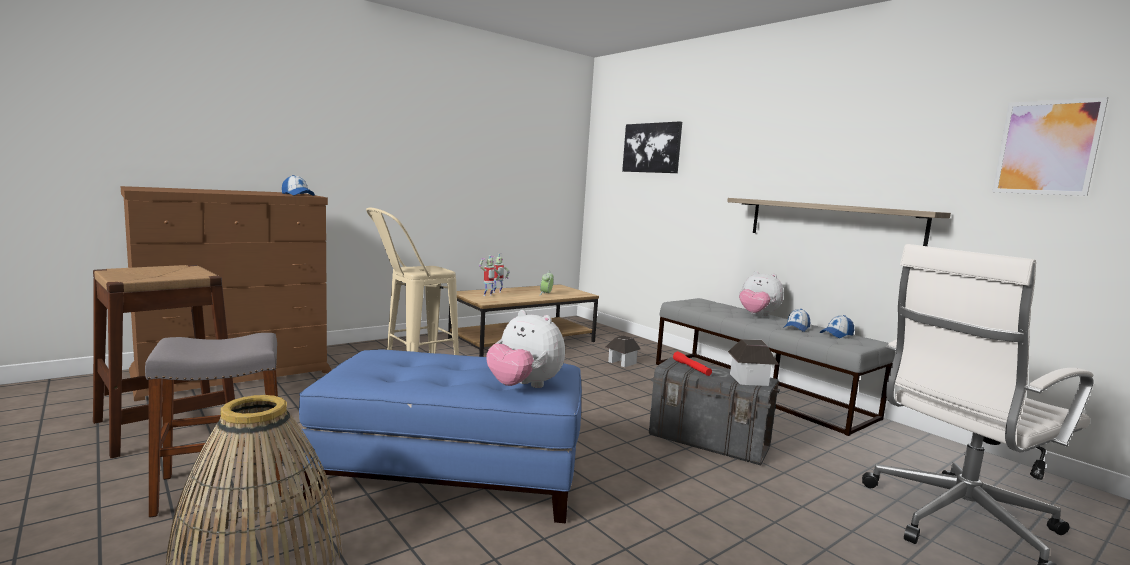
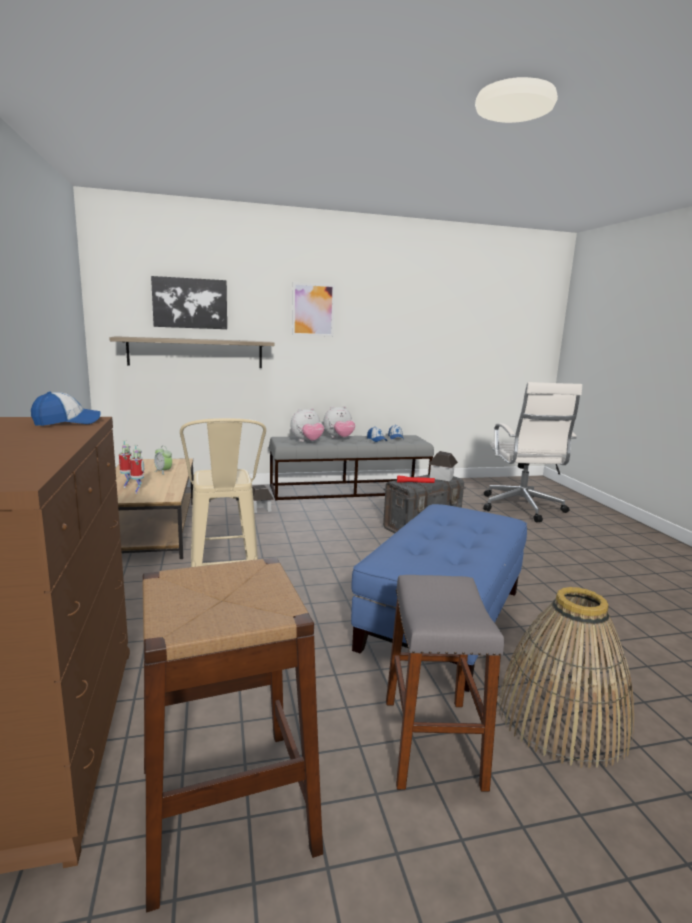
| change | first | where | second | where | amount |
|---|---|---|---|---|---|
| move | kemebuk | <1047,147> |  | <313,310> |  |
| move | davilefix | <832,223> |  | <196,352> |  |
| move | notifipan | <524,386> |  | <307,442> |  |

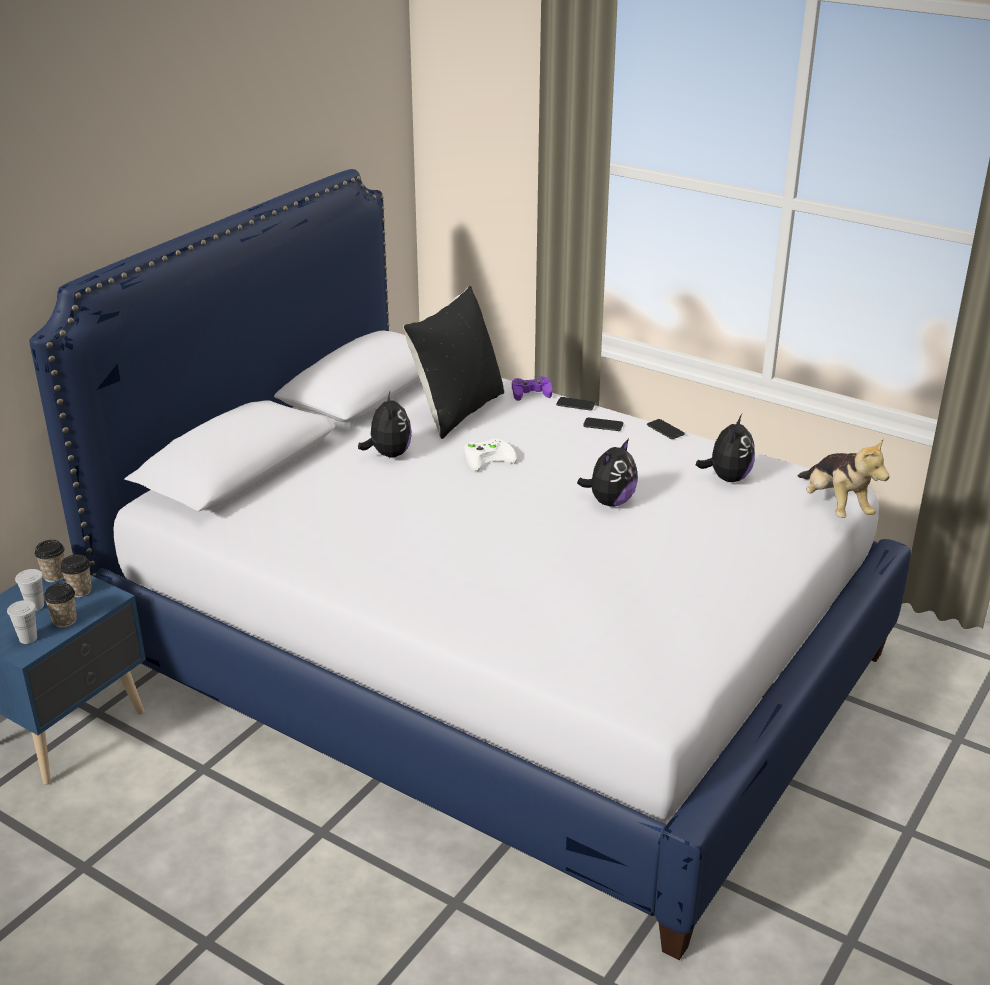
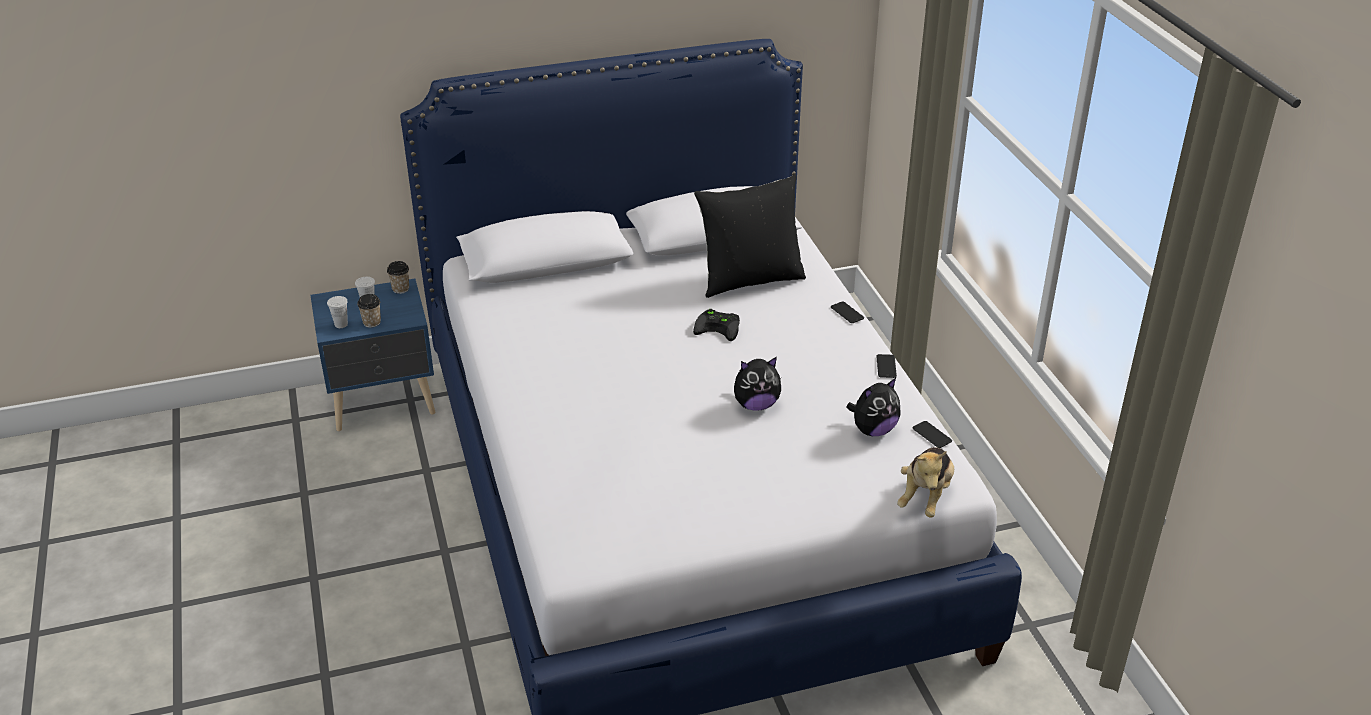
| change | first | where | second | where | amount |
|---|---|---|---|---|---|
| delete | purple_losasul | <531,393> |  |  |  |
| delete | notifipan | <388,454> |  |  |  |
| move | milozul | <603,425> |  | <932,435> |  |
| recolor | white_losasul | <489,457> | black_losasul | <719,327> |  |
| delete | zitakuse | <80,591> |  |  |  |

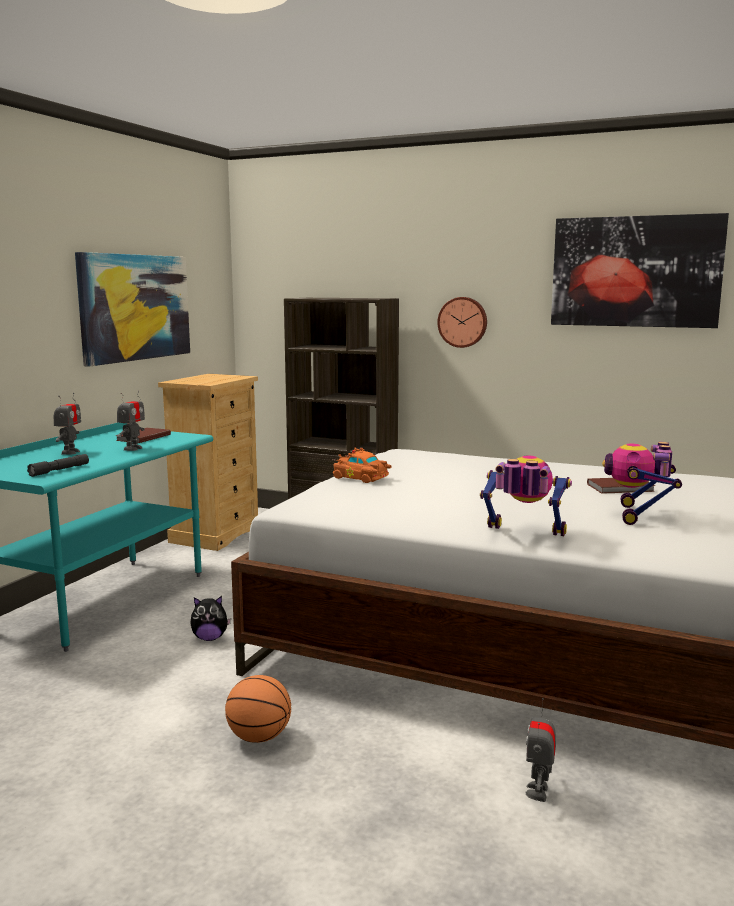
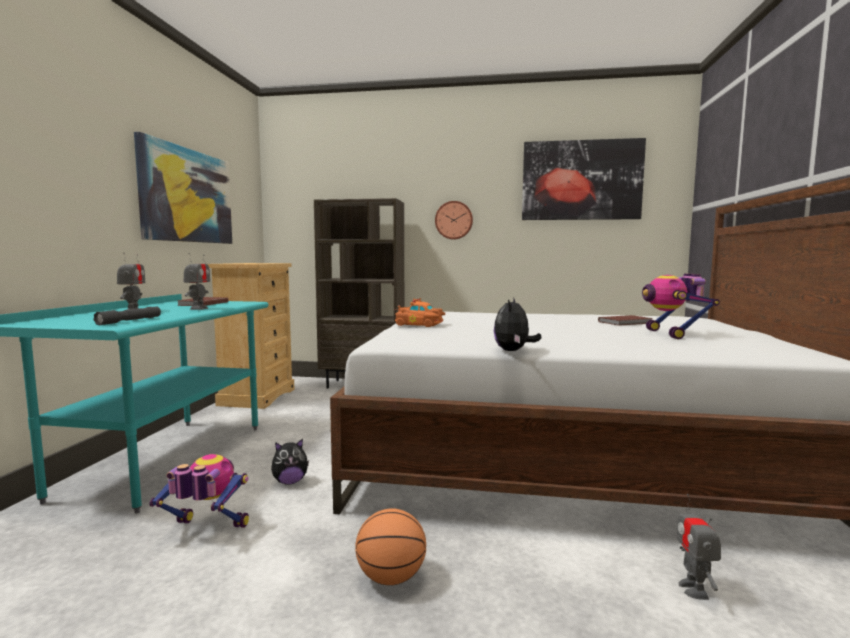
| change | first | where | second | where | amount |
|---|---|---|---|---|---|
| move | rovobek | <523,534> |  | <207,529> |  |
| insert |  |  | notifipan | <513,351> |  |

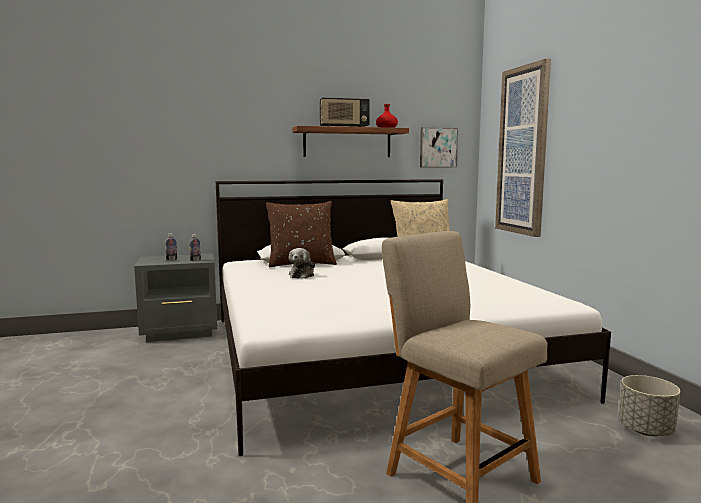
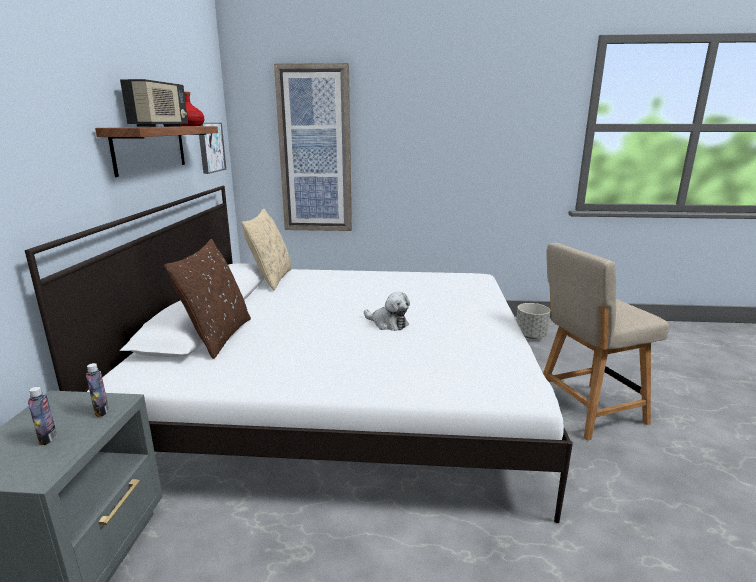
| change | first | where | second | where | amount |
|---|---|---|---|---|---|
| move | notifipan | <302,275> |  | <388,324> |  |

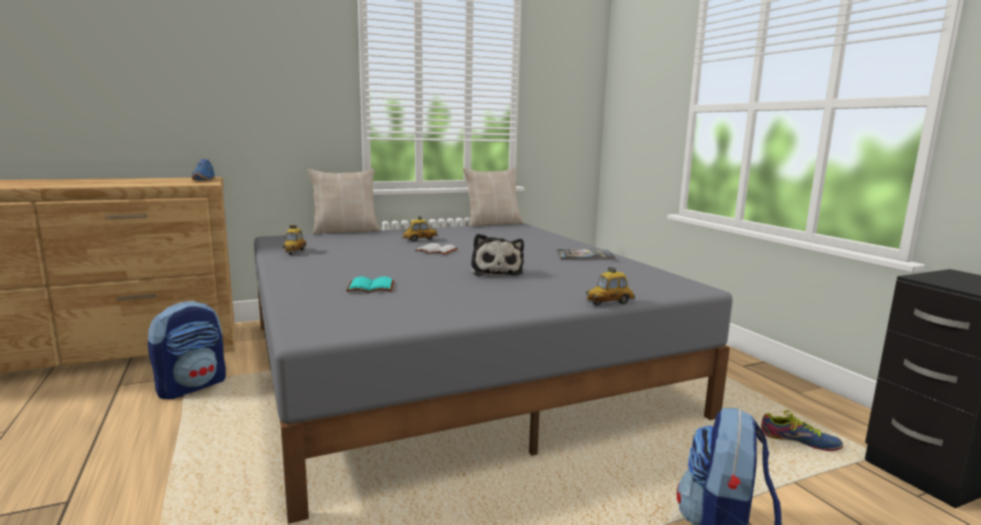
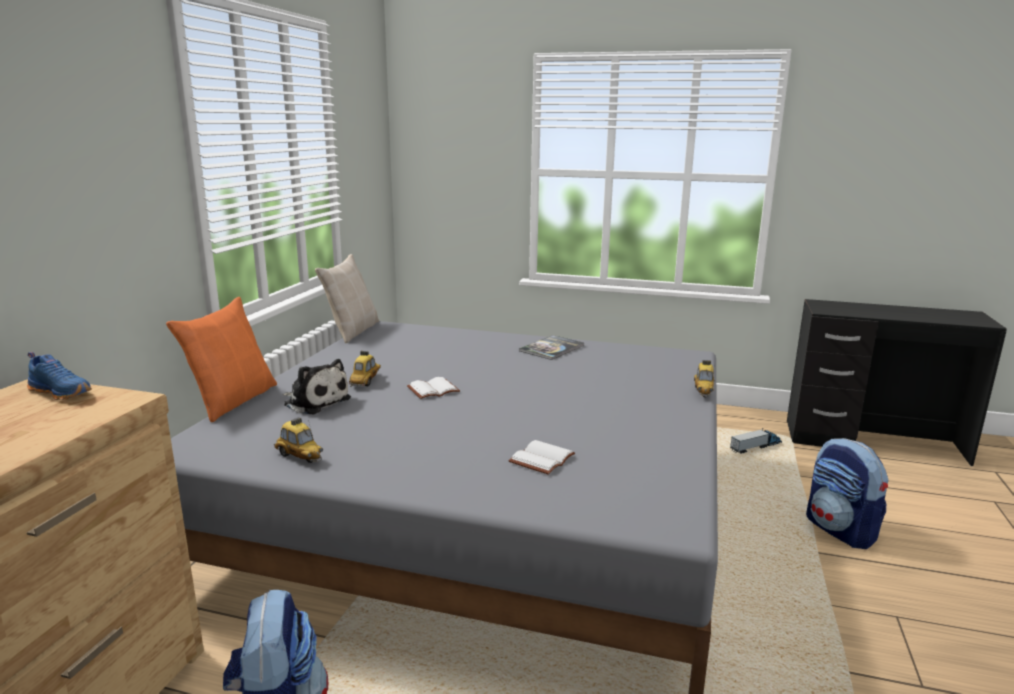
| change | first | where | second | where | amount |
|---|---|---|---|---|---|
| recolor | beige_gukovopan | <345,231> | orange_gukovopan | <232,401> |  |
| move | notifipan | <496,271> |  | <315,401> |  |
| recolor | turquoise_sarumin | <372,287> | white_sarumin | <541,458> |  |
| replace | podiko | <799,441> | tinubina | <756,447> |  |

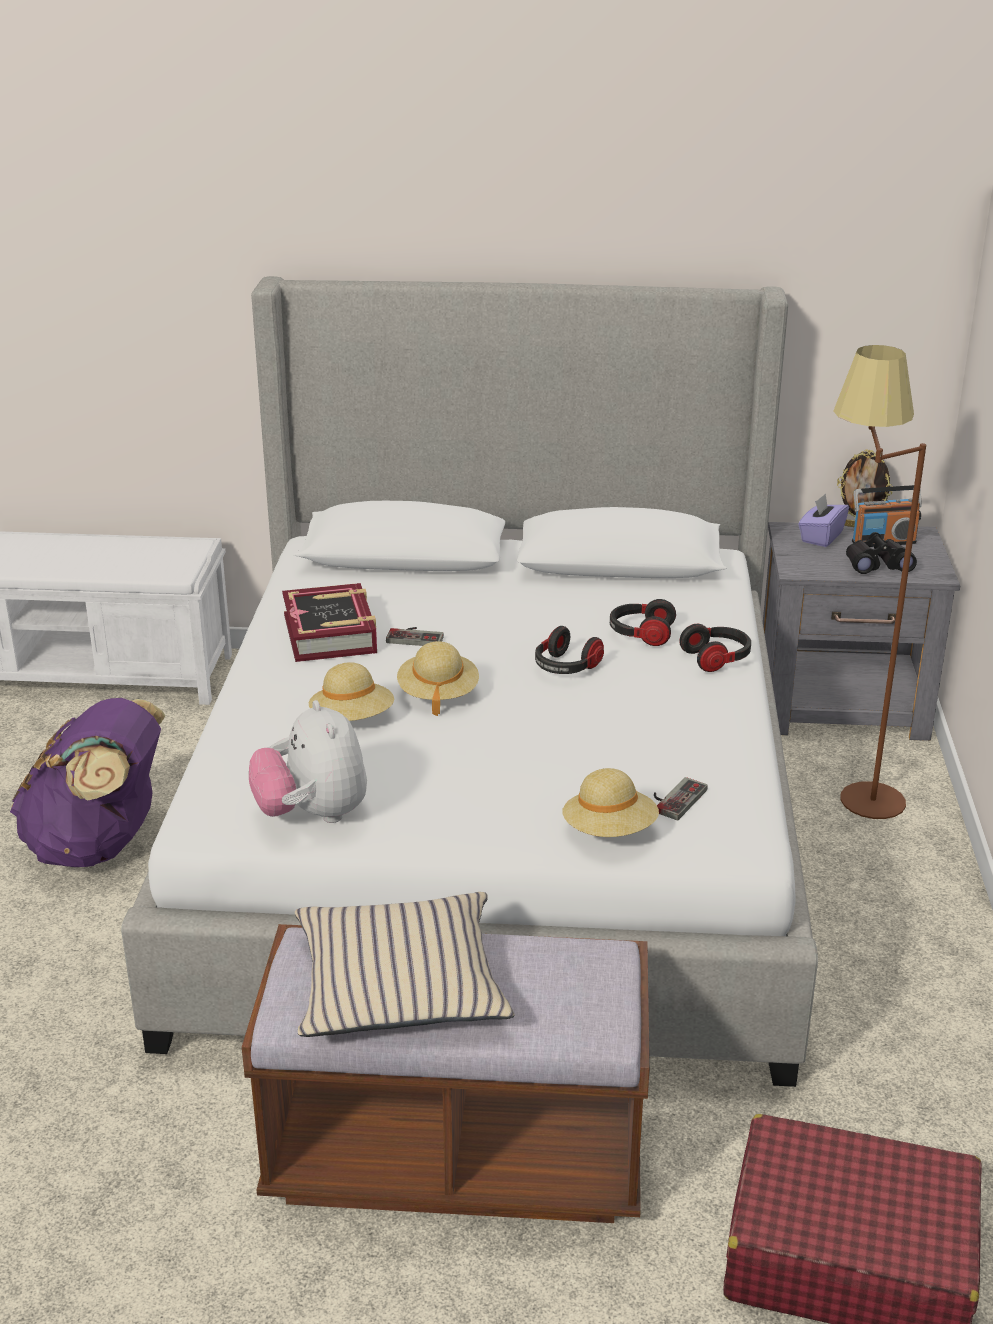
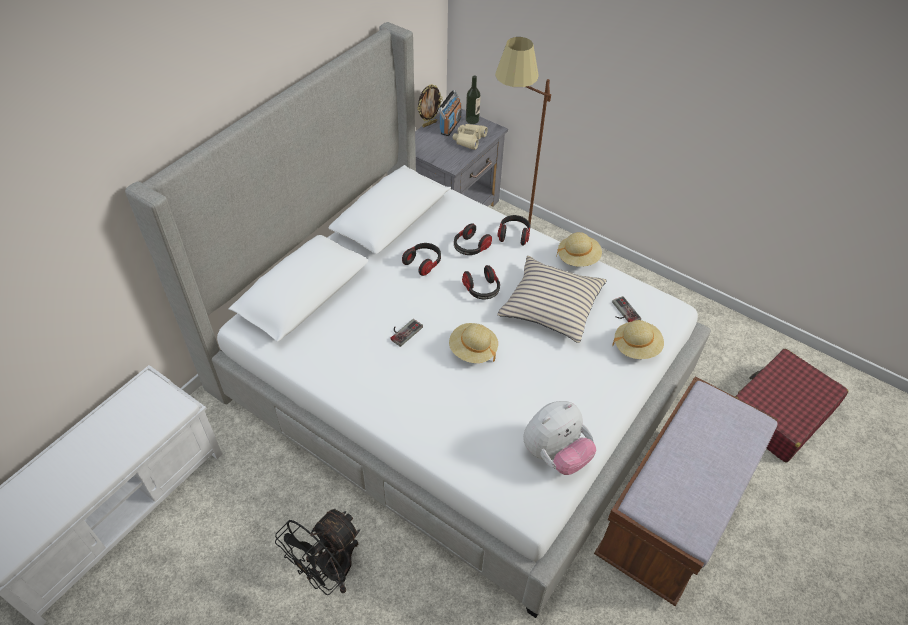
| change | first | where | second | where | amount |
|---|---|---|---|---|---|
| delete | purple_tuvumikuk | <821,537> |  |  |  |
| recolor | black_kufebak | <877,564> | beige_kufebak | <469,140> |  |
| delete | sarumin | <331,633> |  |  |  |
| move | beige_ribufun | <352,719> |  | <578,258> |  |
| replace | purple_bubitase | <100,845> | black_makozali | <328,572> |  |
| rotate | notifipan | <313,814> |  | <555,454> | 45 degrees counterclockwise |
| move | beige_gukovopan | <399,984> |  | <550,305> |  |
| insert |  |  | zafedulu | <472,120> |  |
| insert |  |  | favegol | <423,263> |  |

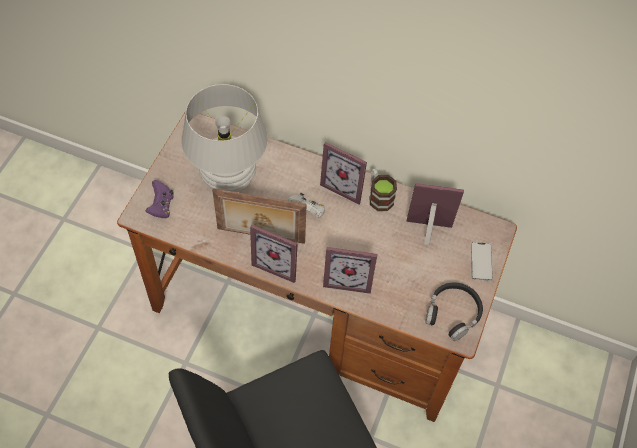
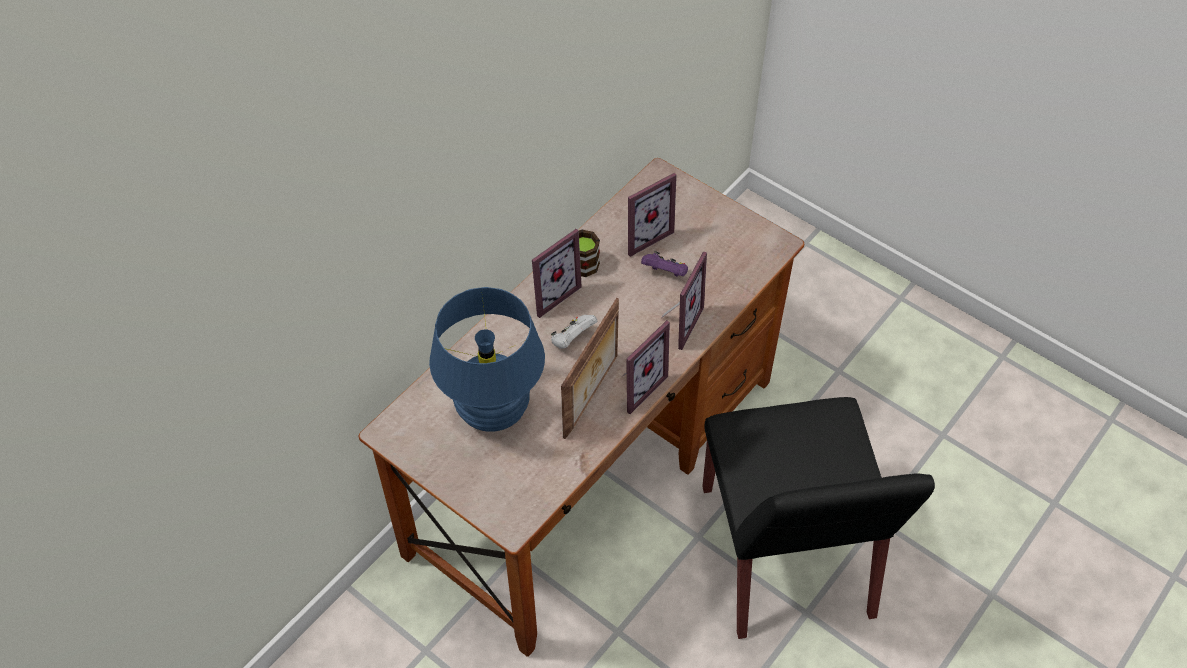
| change | first | where | second | where | amount |
|---|---|---|---|---|---|
| recolor | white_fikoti | <228,179> | blue_fikoti | <493,411> |  |
| move | purple_losasul | <161,206> |  | <665,273> |  |
| rotate | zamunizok | <428,233> |  | <642,234> | 150 degrees counterclockwise |
| delete | milozul | <481,262> |  |  |  |
| delete | black_favegol | <453,313> |  |  |  |

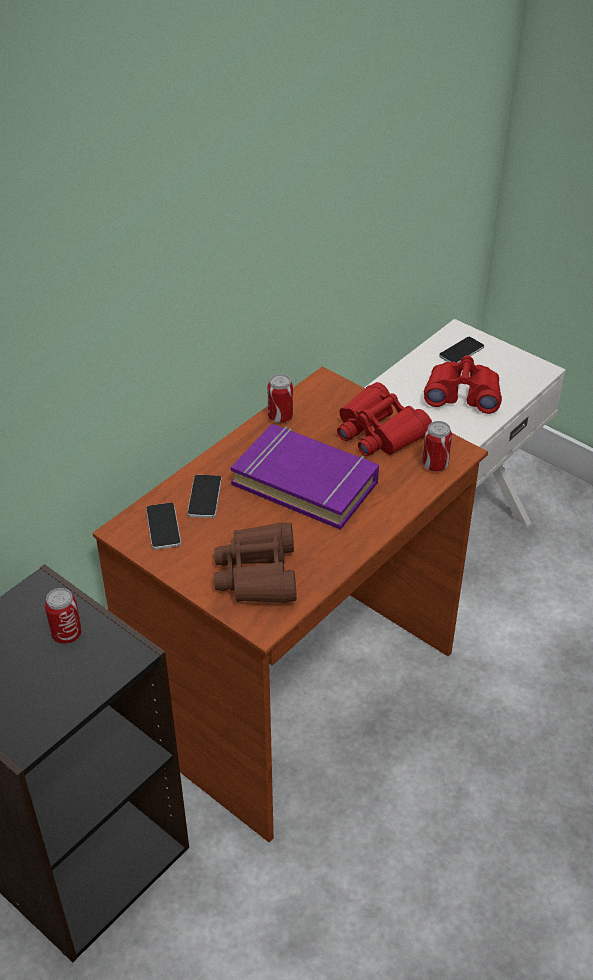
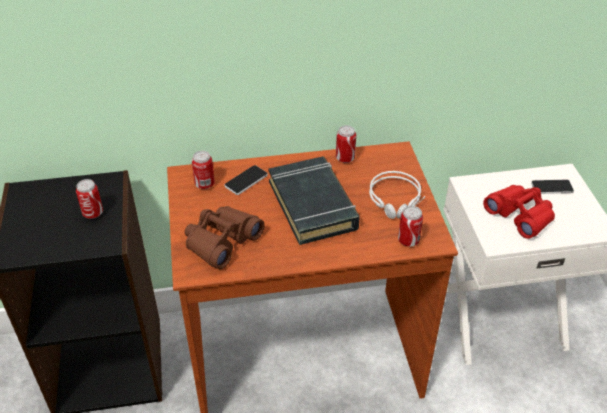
| change | first | where | second | where | amount |
|---|---|---|---|---|---|
| replace | red_kufebak | <379,432> | grey_favegol | <396,200> |  |
| recolor | purple_sarumin | <305,482> | black_sarumin | <313,205> |  |
| replace | milozul | <163,526> | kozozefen | <204,184> |  |

